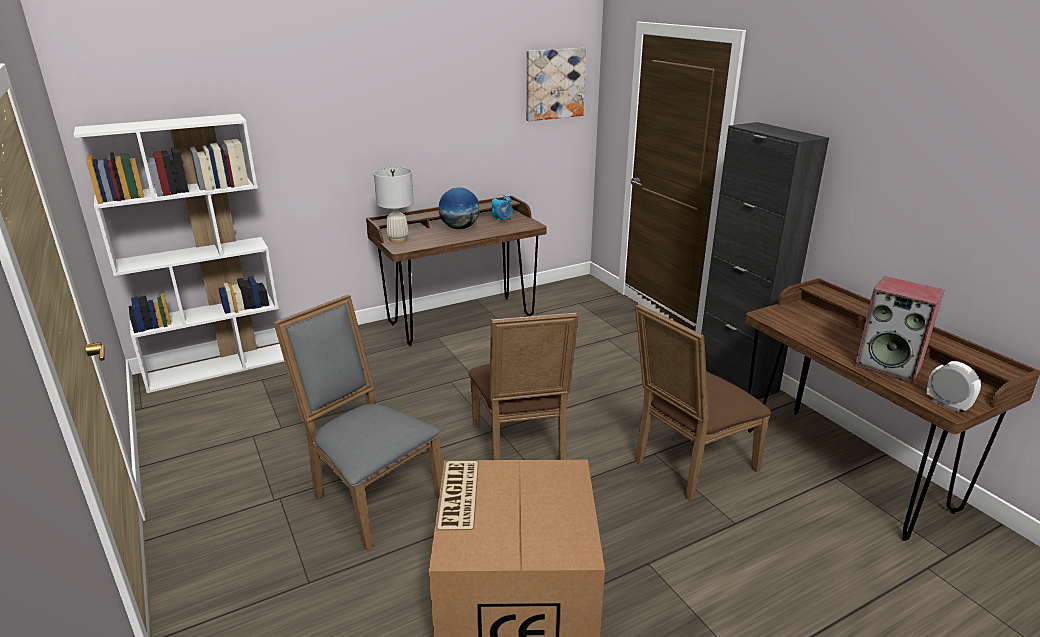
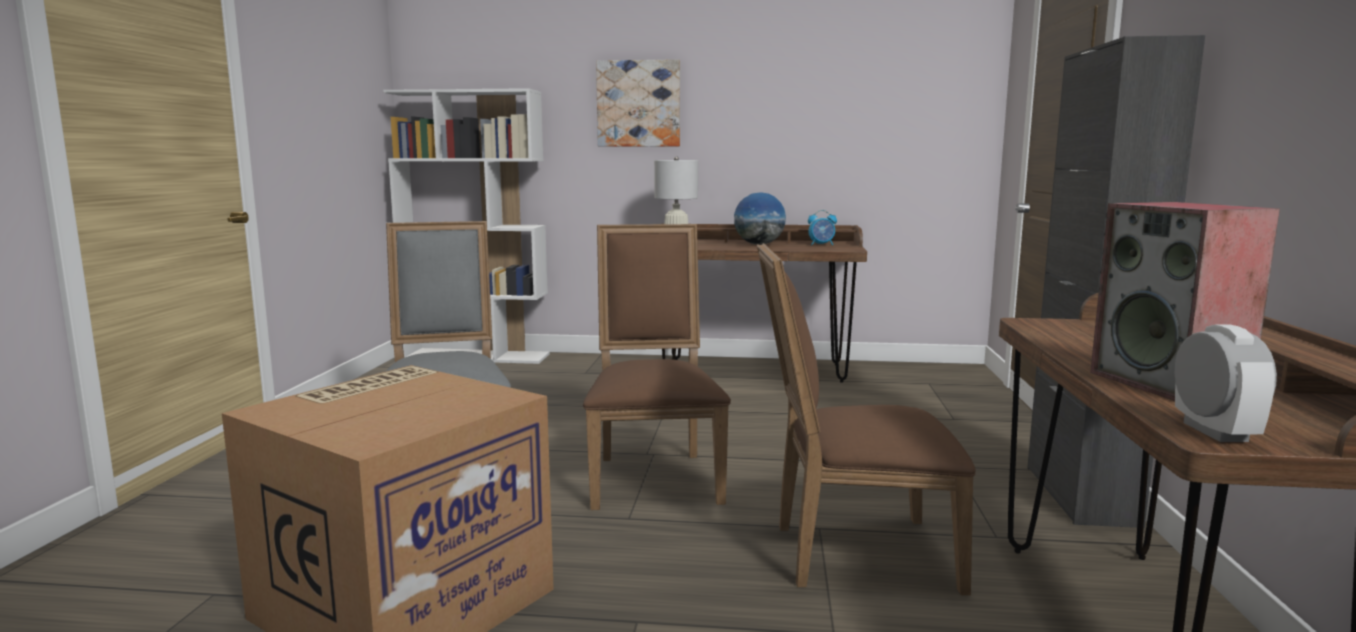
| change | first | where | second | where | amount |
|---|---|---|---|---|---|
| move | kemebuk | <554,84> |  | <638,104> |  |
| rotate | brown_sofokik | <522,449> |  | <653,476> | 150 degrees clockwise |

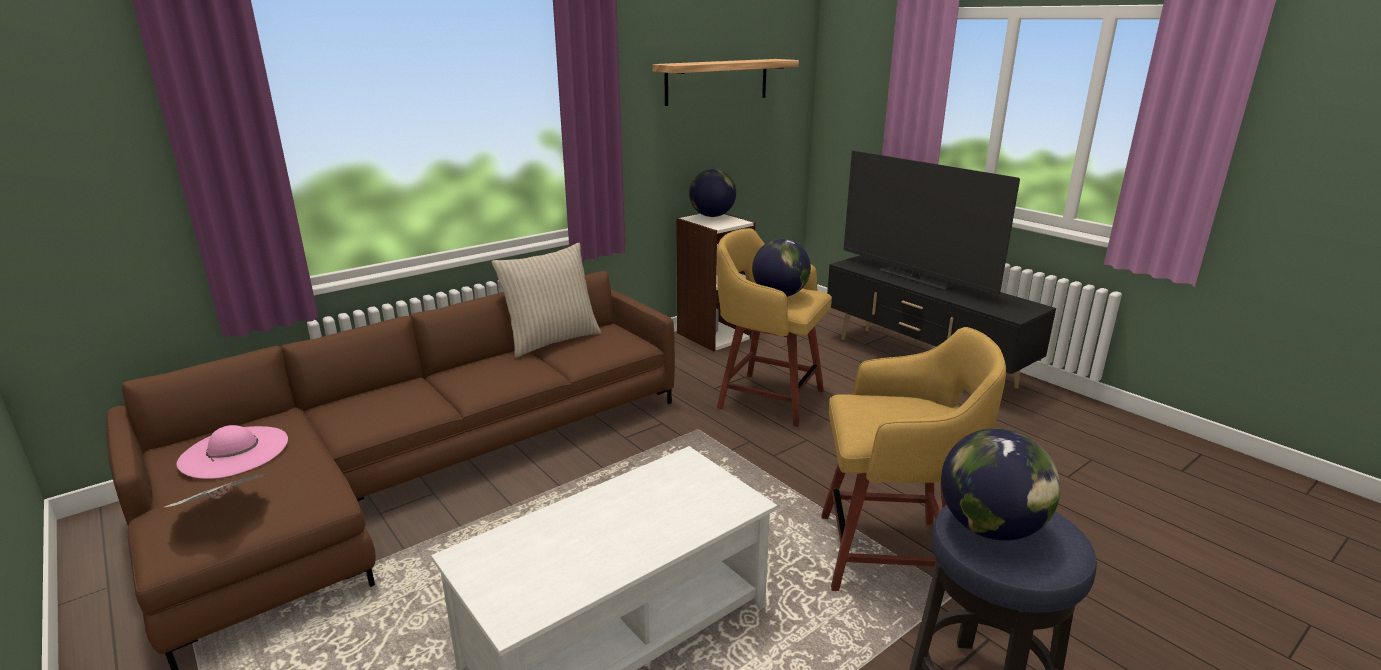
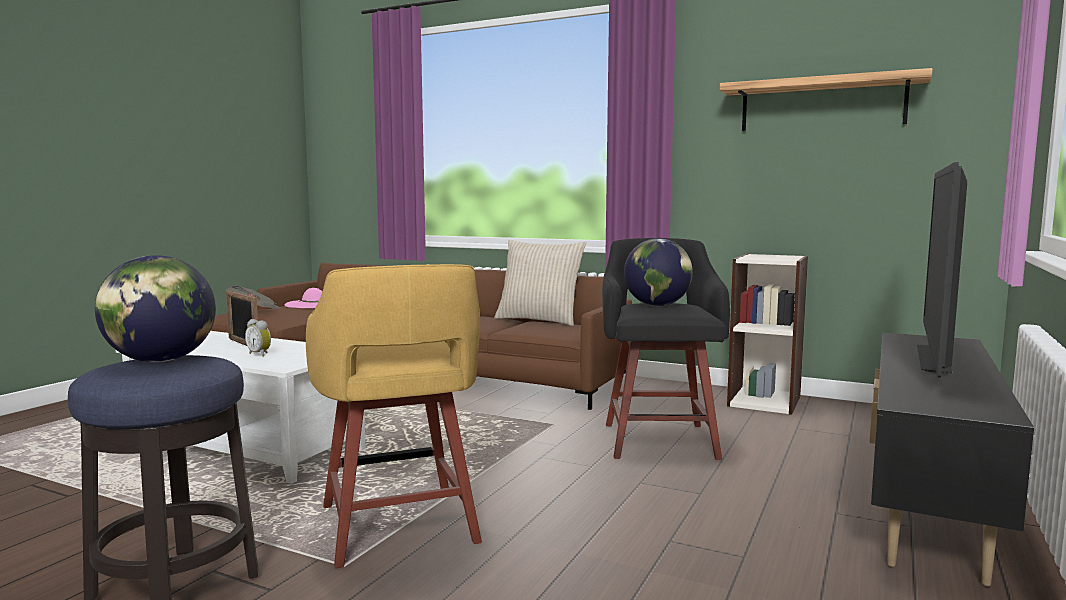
| change | first | where | second | where | amount |
|---|---|---|---|---|---|
| delete | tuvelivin | <712,216> |  |  |  |
| recolor | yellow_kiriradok | <767,398> | black_kiriradok | <659,439> |  |
| insert |  |  | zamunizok | <243,344> |  |
| insert |  |  | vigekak | <260,354> |  |

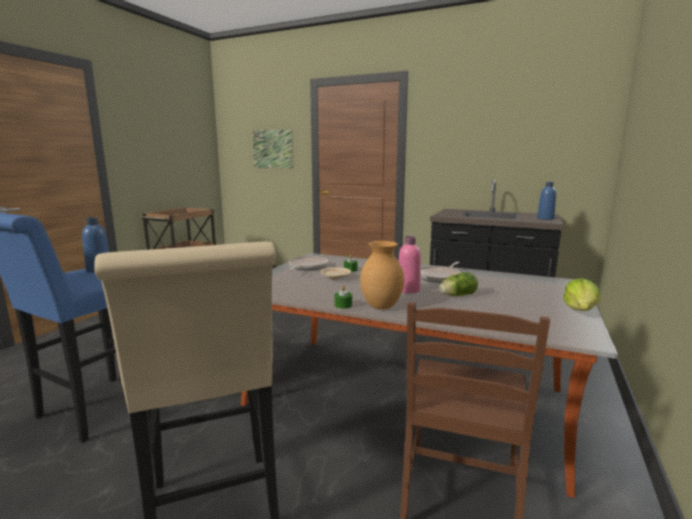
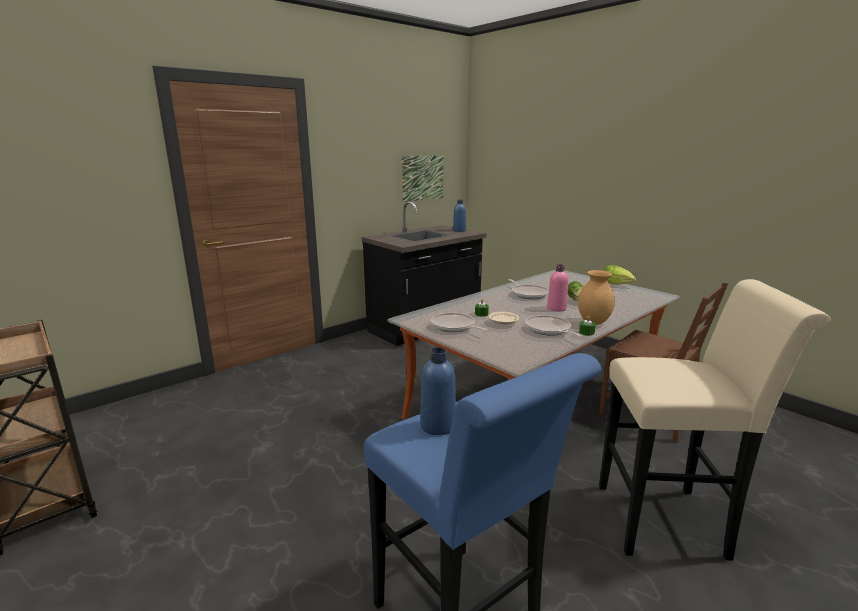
| change | first | where | second | where | amount |
|---|---|---|---|---|---|
| move | kemebuk | <272,149> |  | <422,178> |  |
| insert |  |  | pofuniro | <549,330> |  |

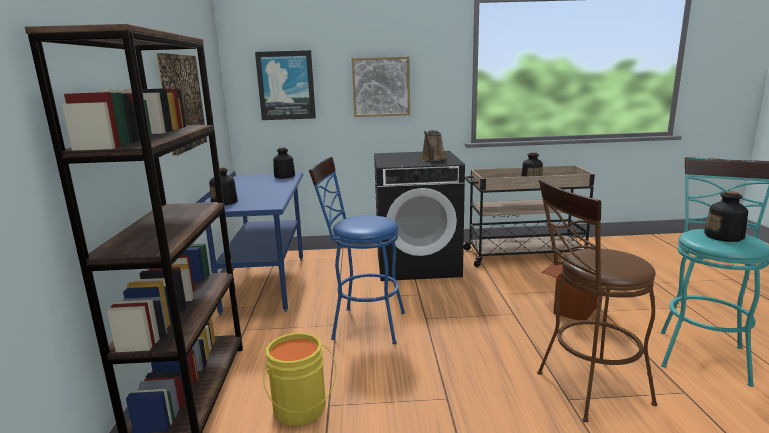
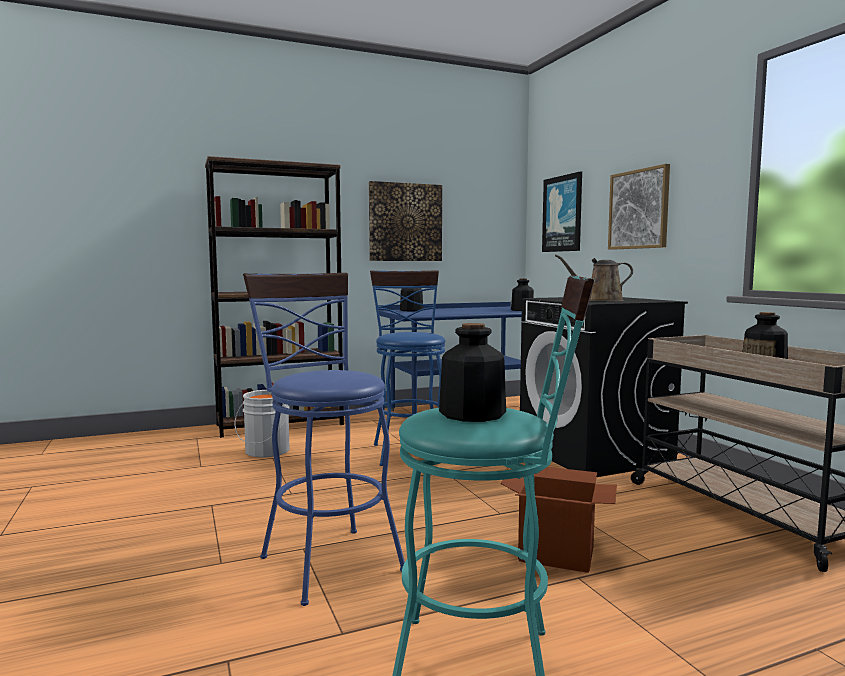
| change | first | where | second | where | amount |
|---|---|---|---|---|---|
| recolor | brown_kiriradok | <585,390> | blue_kiriradok | <326,558> |  |
| recolor | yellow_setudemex | <301,409> | grey_setudemex | <265,451> |  |

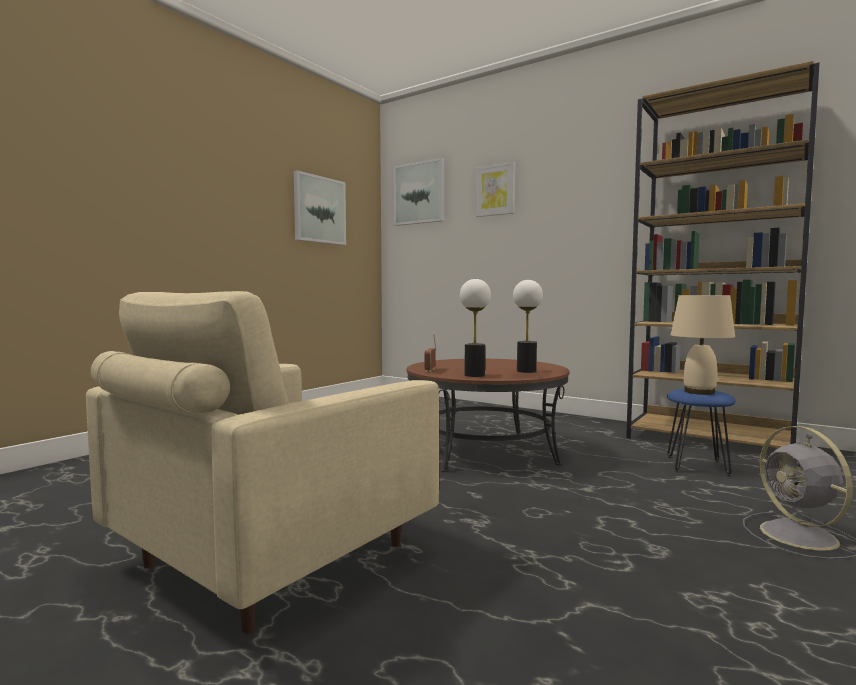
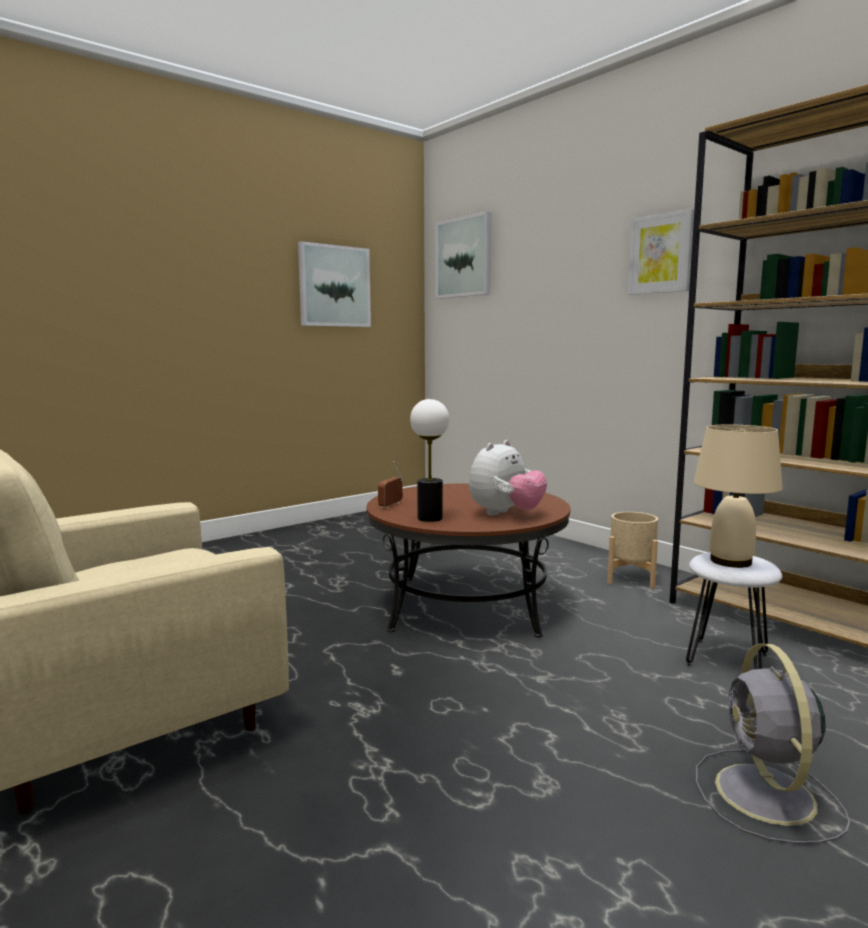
| change | first | where | second | where | amount |
|---|---|---|---|---|---|
| move | kemebuk | <495,190> |  | <661,254> |  |
| replace | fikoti | <526,371> | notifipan | <505,514> |  |
| recolor | blue_kiriradok | <698,466> | white_kiriradok | <728,660> |  |
| insert |  |  | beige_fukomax | <630,578> |  |

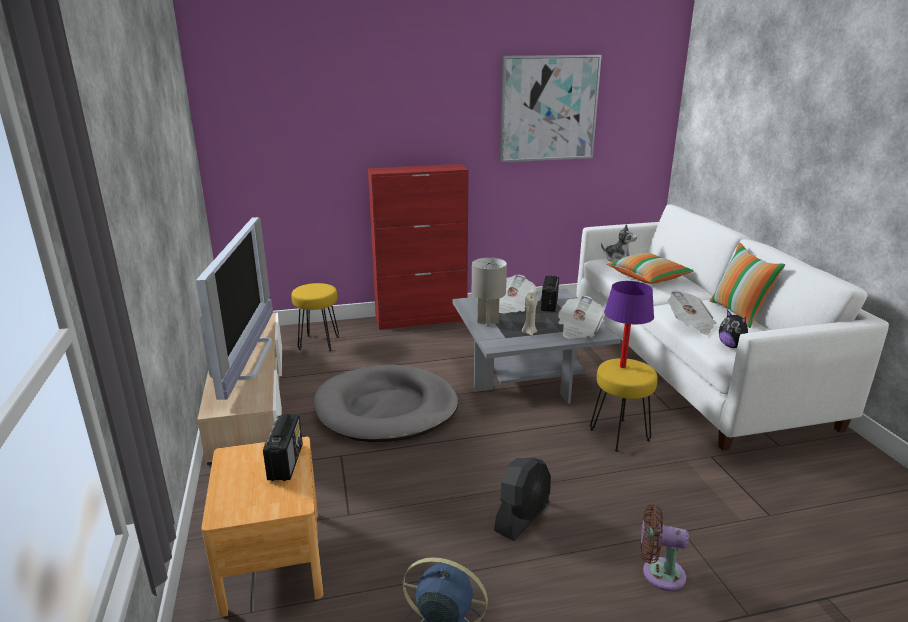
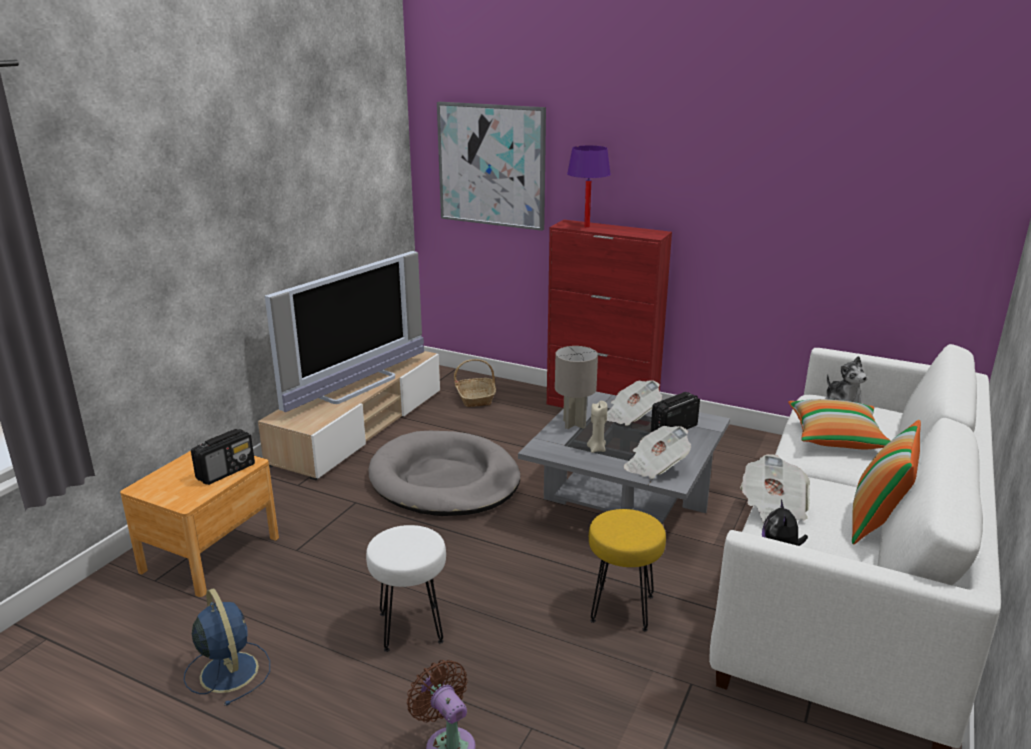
| change | first | where | second | where | amount |
|---|---|---|---|---|---|
| move | kemebuk | <548,108> |  | <491,165> |  |
| move | purple_fikoti | <622,366> |  | <587,227> |  |
| replace | yellow_kiriradok | <318,343> | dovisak | <476,398> |  |
| replace | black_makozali | <522,517> | white_kiriradok | <411,627> |  |

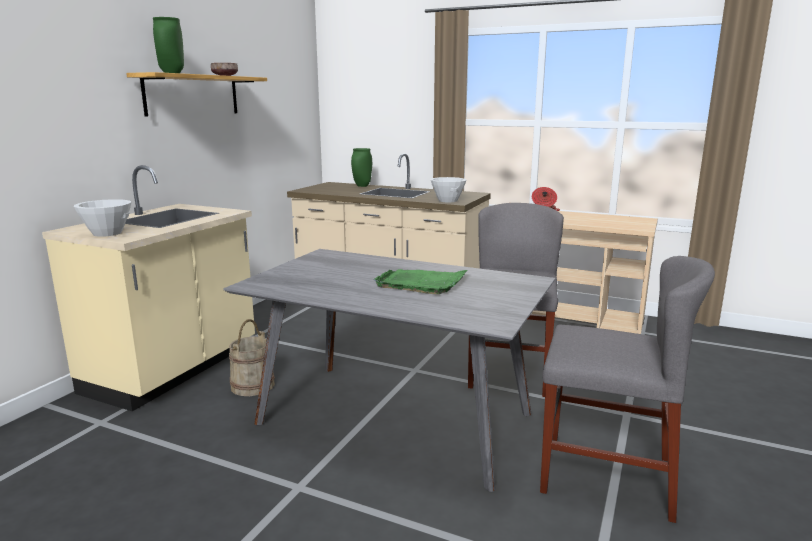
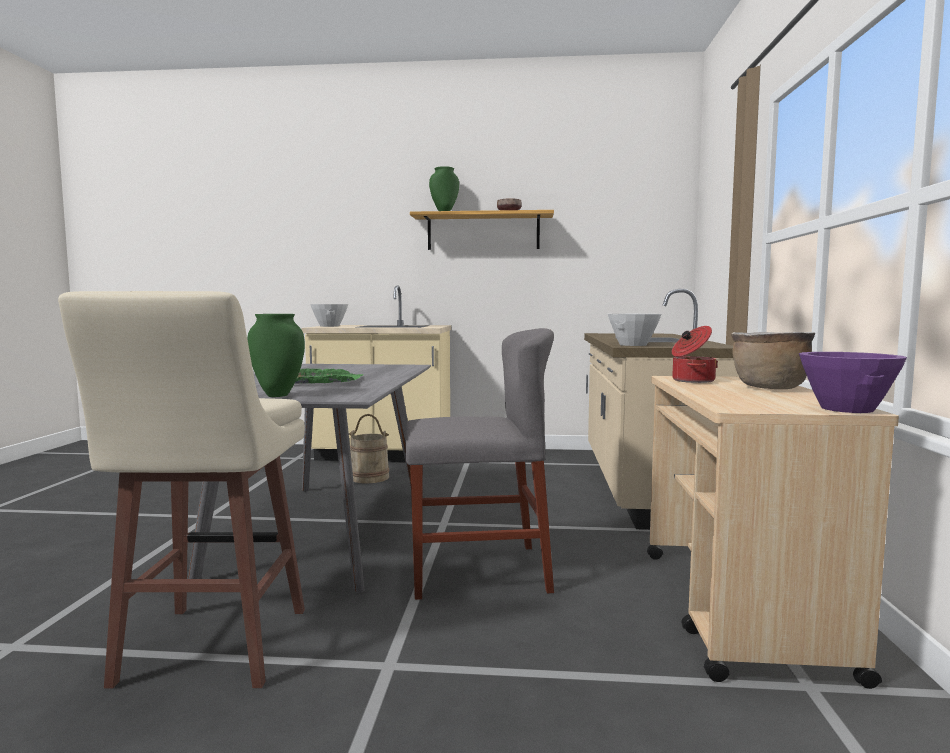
| change | first | where | second | where | amount |
|---|---|---|---|---|---|
| move | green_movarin | <362,186> |  | <277,395> |  |
| replace | grey_sofokik | <606,475> | beige_kiriradok | <211,649> |  |
| insert |  |  | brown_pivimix | <768,388> |  |
| insert |  |  | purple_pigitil | <846,409> |  |

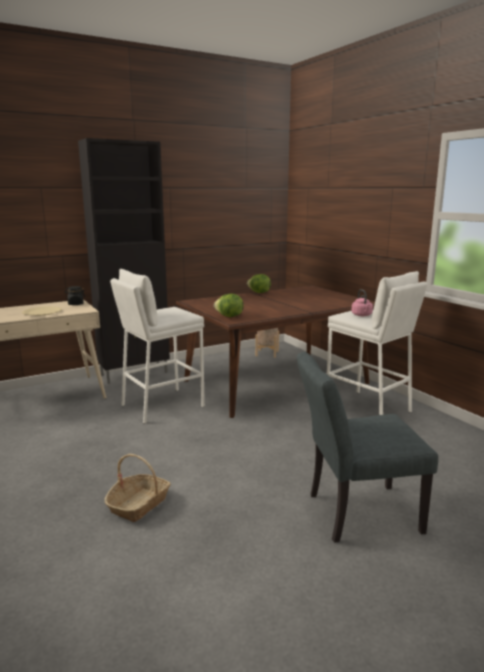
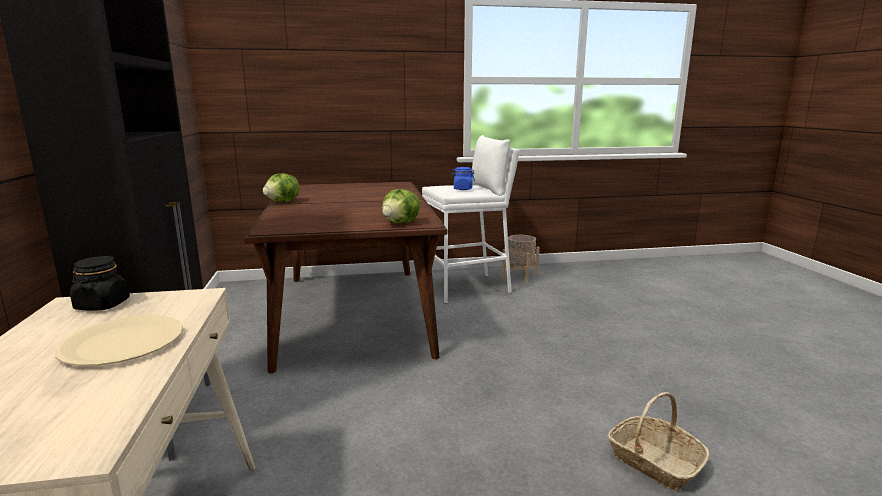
| change | first | where | second | where | amount |
|---|---|---|---|---|---|
| delete | white_kiriradok | <162,405> |  |  |  |
| replace | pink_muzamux | <362,315> | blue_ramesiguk | <462,189> |  |
| move | beige_fukomax | <267,353> |  | <520,276> |  |
| delete | grey_sofokik | <354,513> |  |  |  |

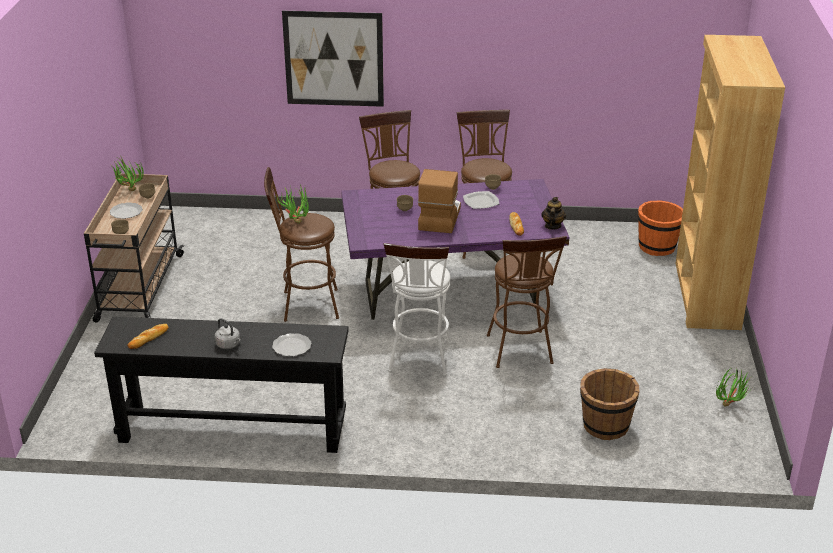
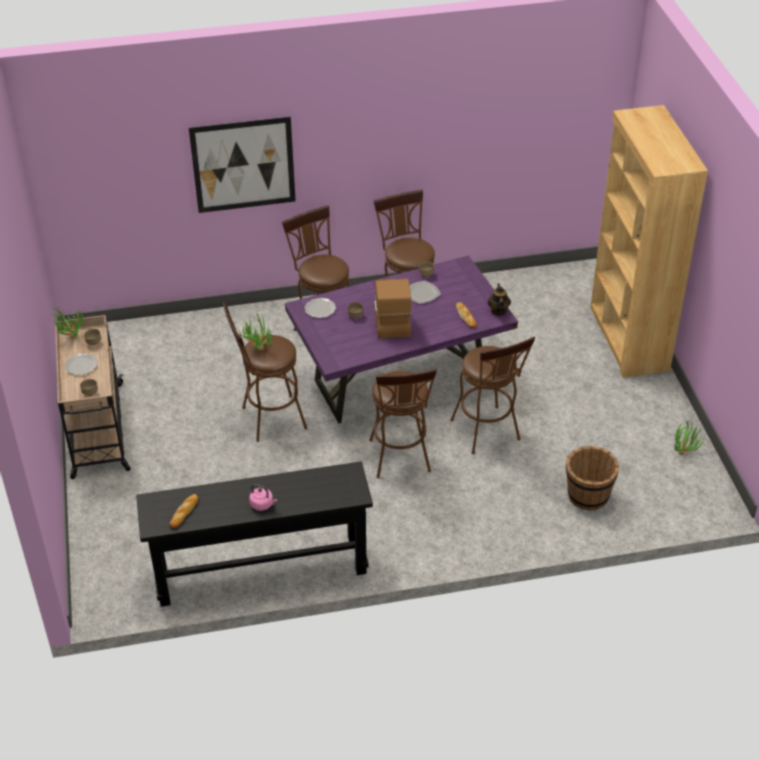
| change | first | where | second | where | amount |
|---|---|---|---|---|---|
| delete | orange_setudemex | <657,247> |  |  |  |
| recolor | white_kiriradok | <420,360> | brown_kiriradok | <401,460> |  |
| recolor | grey_muzamux | <229,345> | pink_muzamux | <263,504> |  |
| move | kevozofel | <292,347> |  | <320,309> |  |

